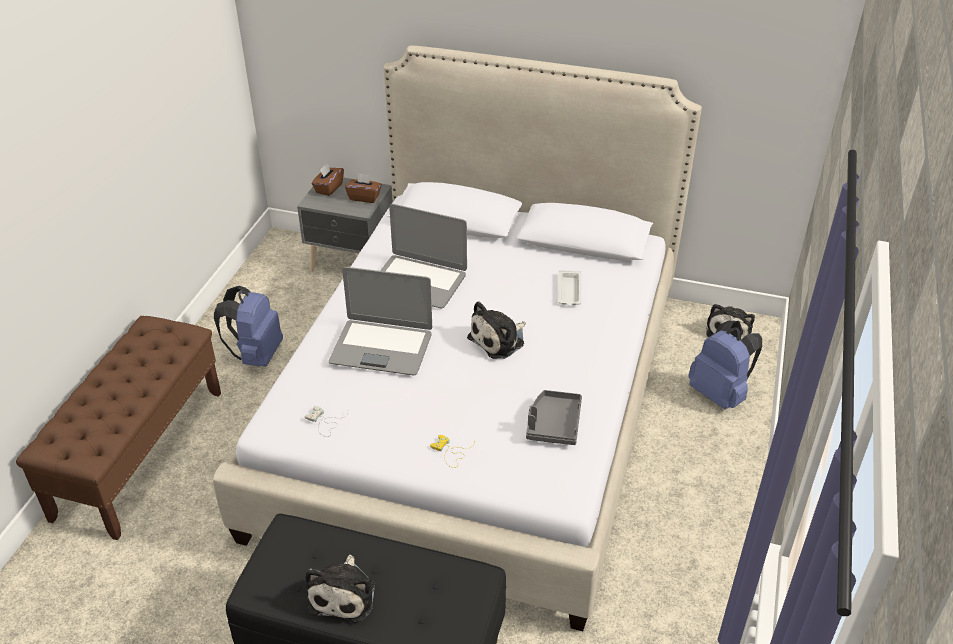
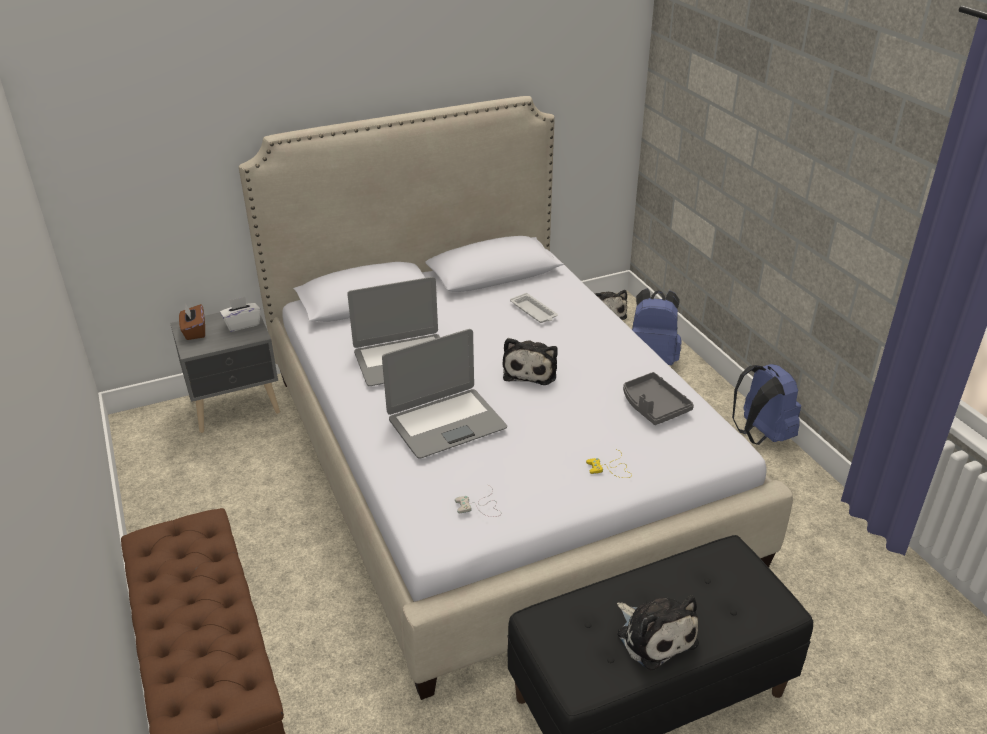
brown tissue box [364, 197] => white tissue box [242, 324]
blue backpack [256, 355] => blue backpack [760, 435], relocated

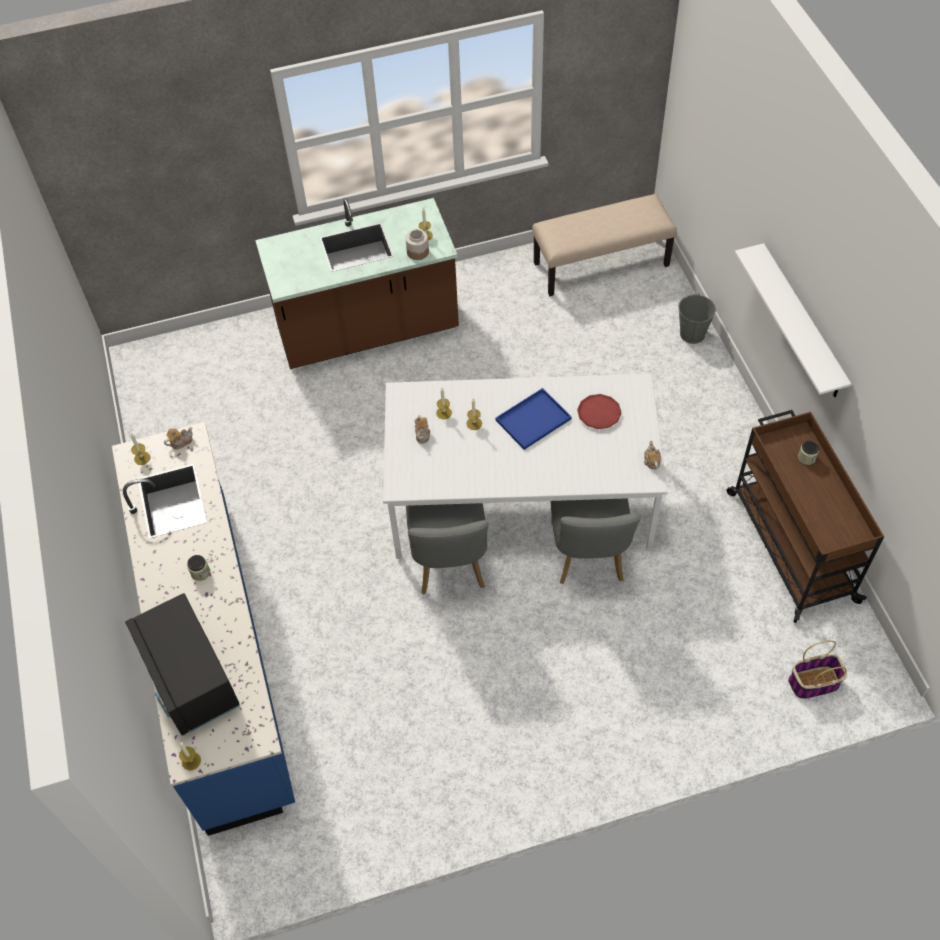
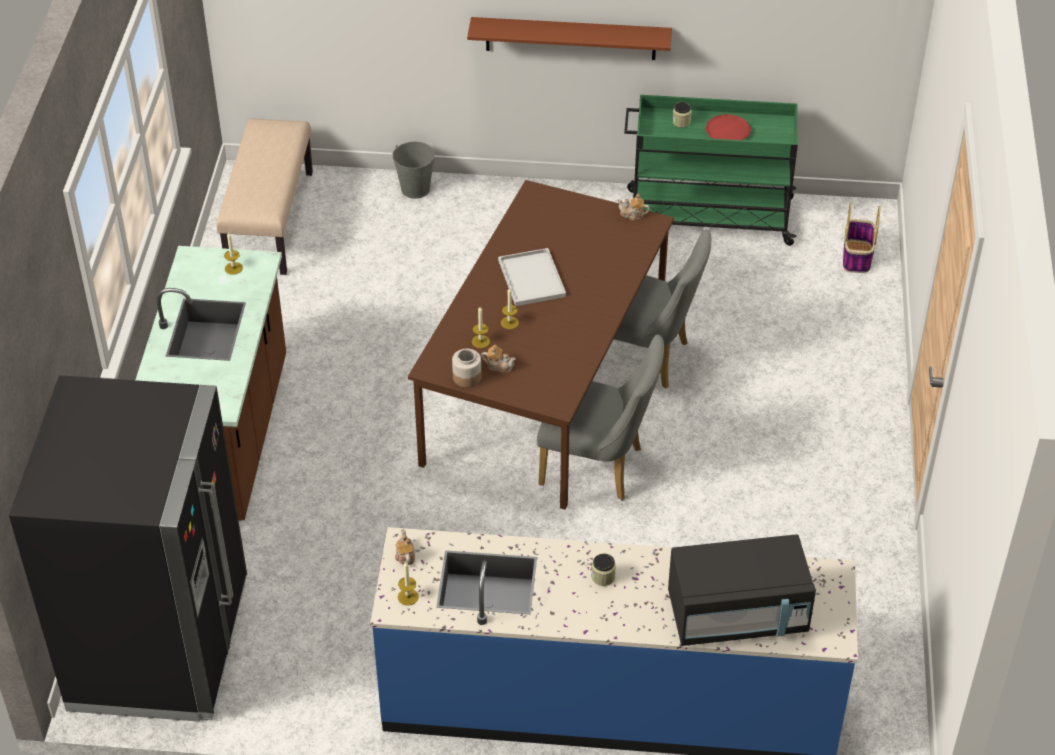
jar [417, 252] => jar [466, 377], relocated
white shelf [802, 323] => brown shelf [570, 38]
white dining table [520, 500] => brown dining table [546, 386]
blue tray [534, 418] => white tray [530, 277]
red plate [599, 413] => red plate [727, 132], relocated
brown cart [790, 544] => green cart [706, 217]
candle [191, 761] => nothing
nothing => black fridge [160, 646]

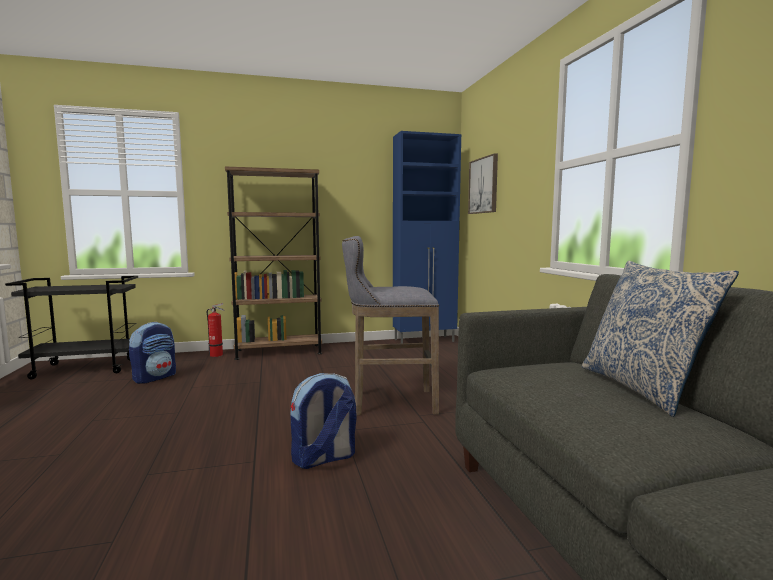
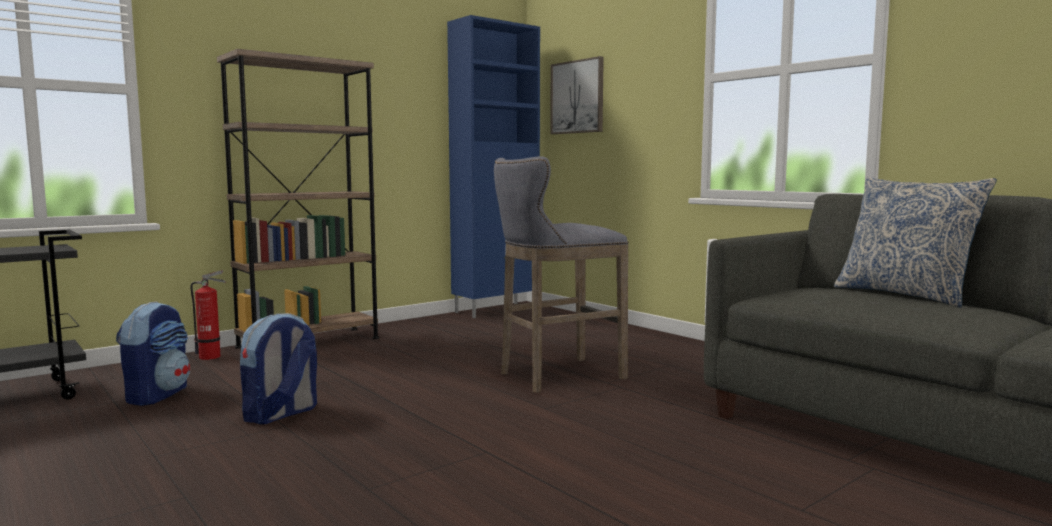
backpack [324, 458] => backpack [281, 414], relocated

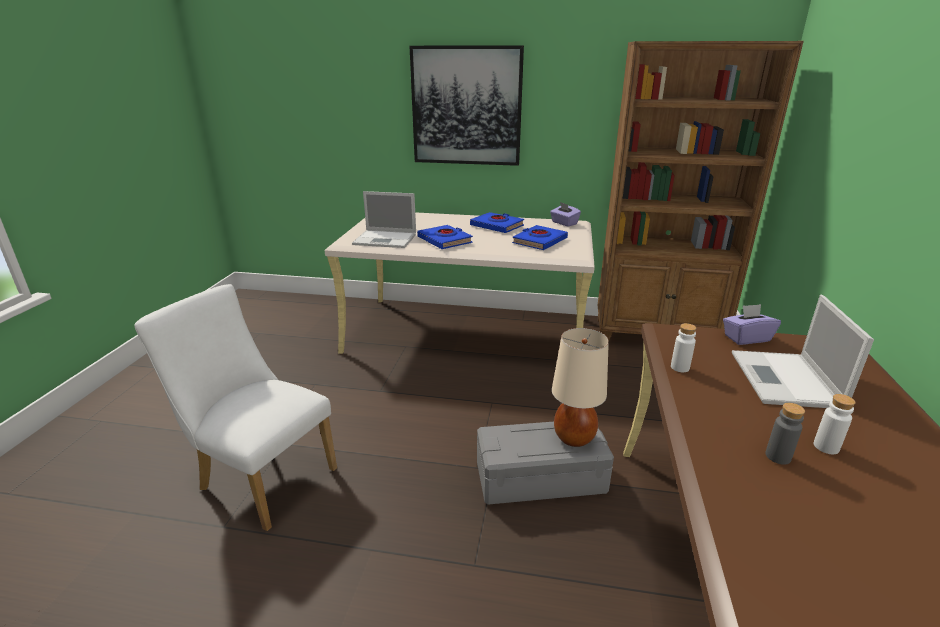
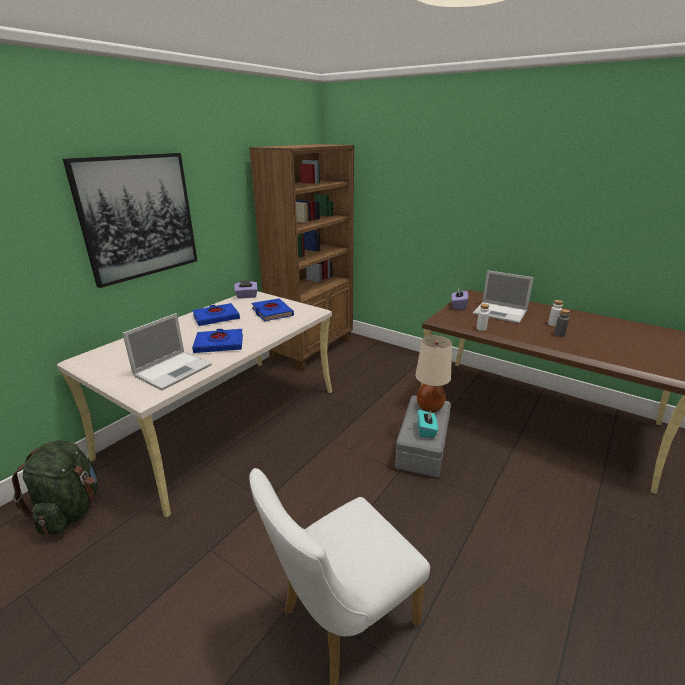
nothing => turquoise tissue box [426, 430]
nothing => green backpack [70, 510]

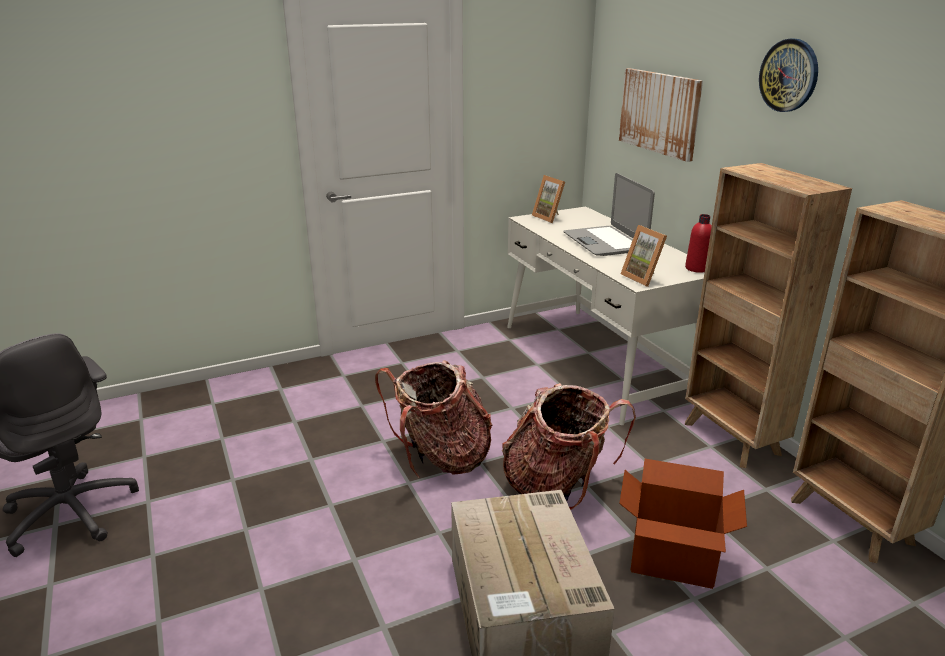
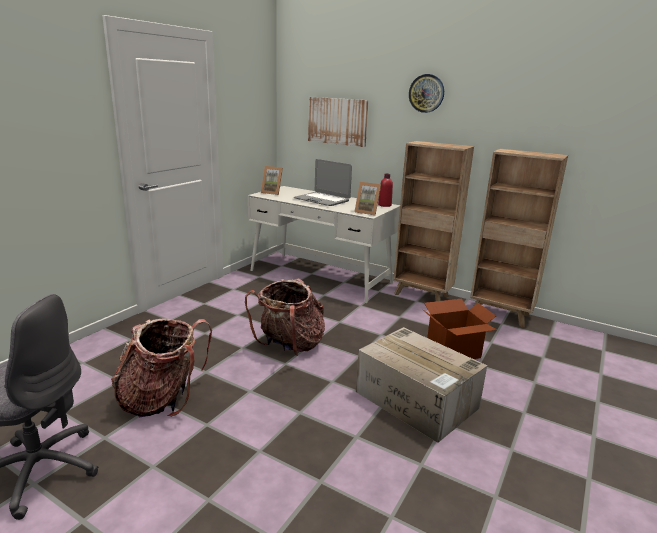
backpack [558, 485] => backpack [163, 399], relocated

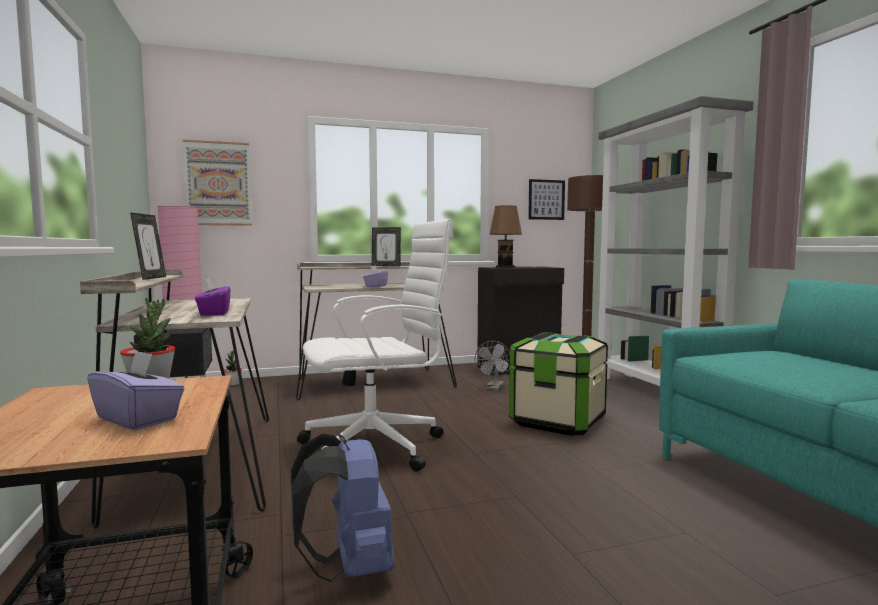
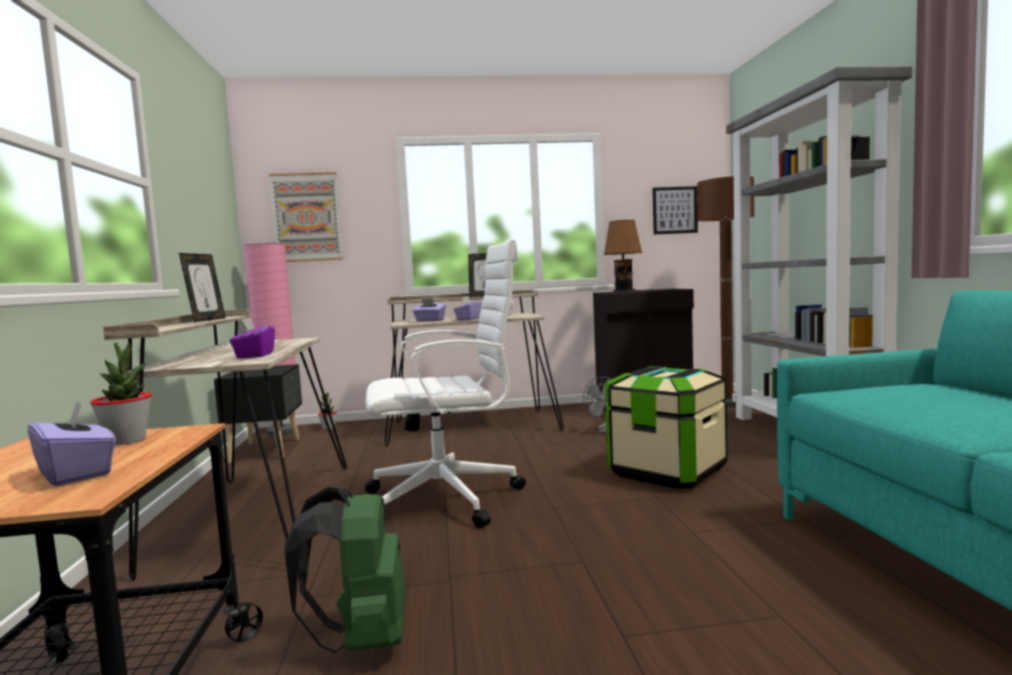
blue backpack [349, 568] => green backpack [362, 638]
nothing => purple tissue box [430, 321]

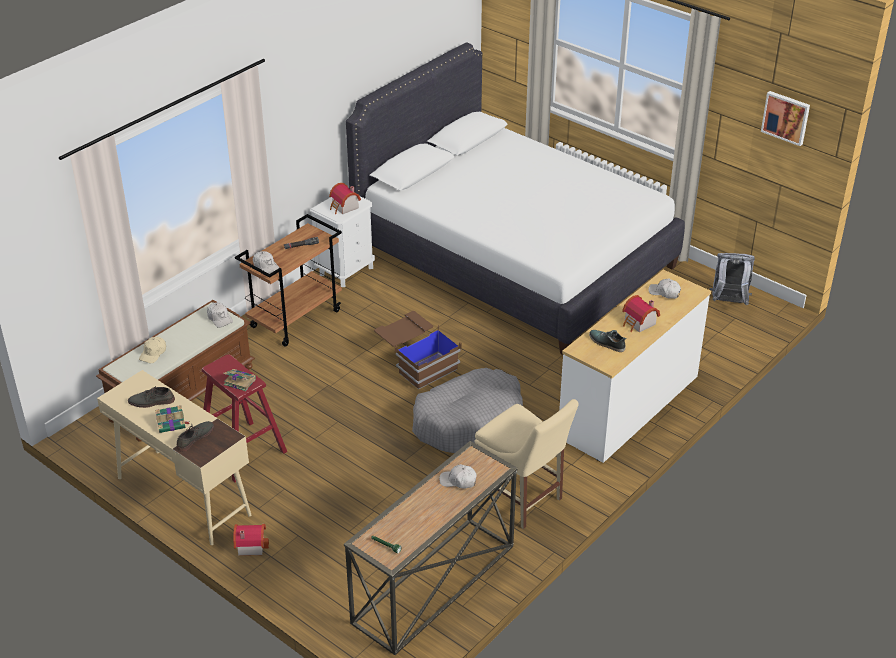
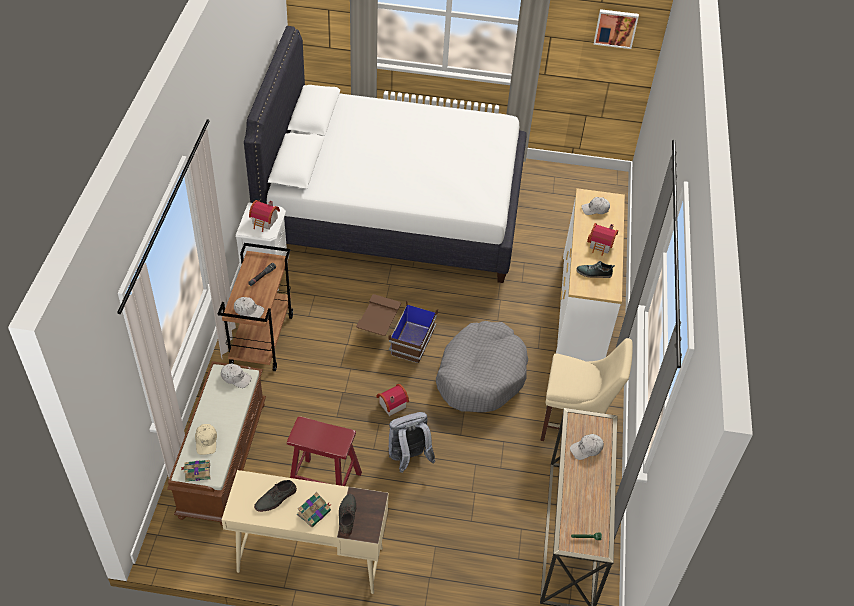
grey backpack [728, 302] => grey backpack [408, 458], relocated
book [239, 381] => book [197, 472], relocated
toy house [250, 545] => toy house [390, 404], relocated

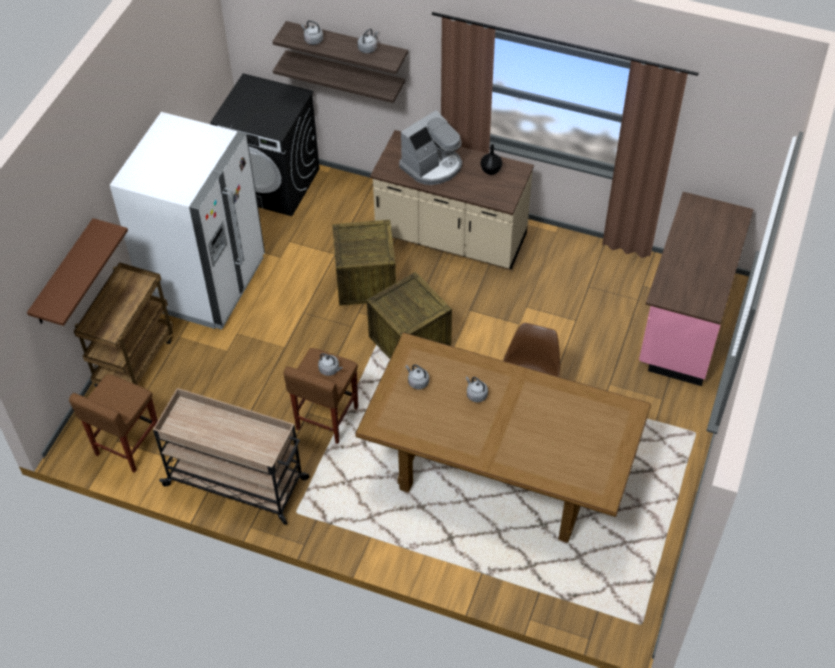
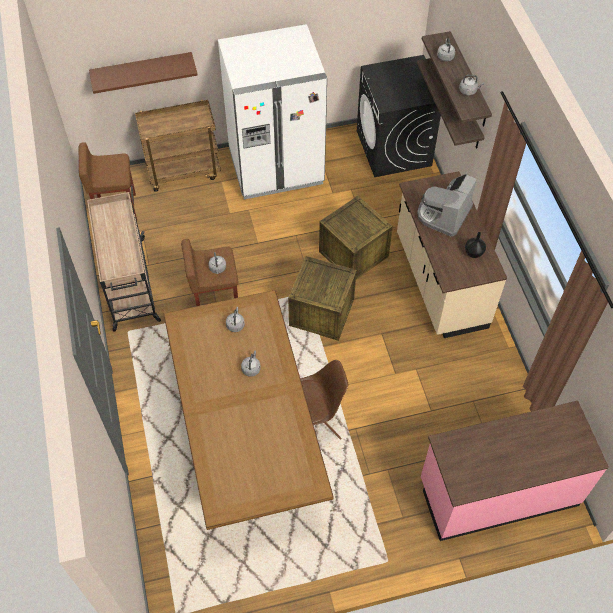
coffee machine [432, 166] => coffee machine [443, 214], 105 degrees clockwise

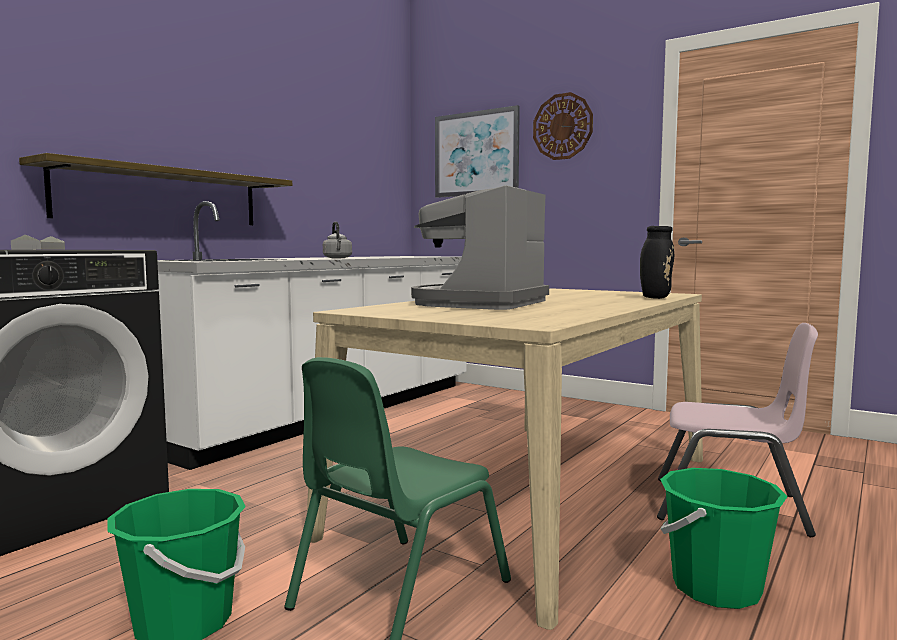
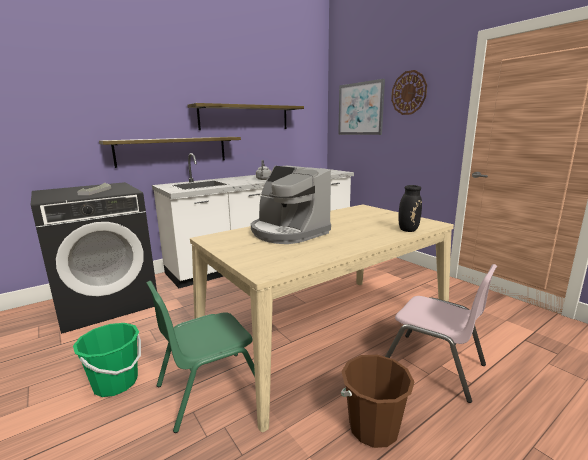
coffee machine [479, 304] => coffee machine [288, 232], 90 degrees counterclockwise
green bucket [716, 588] => brown bucket [373, 427]
nothing => shelf [245, 117]

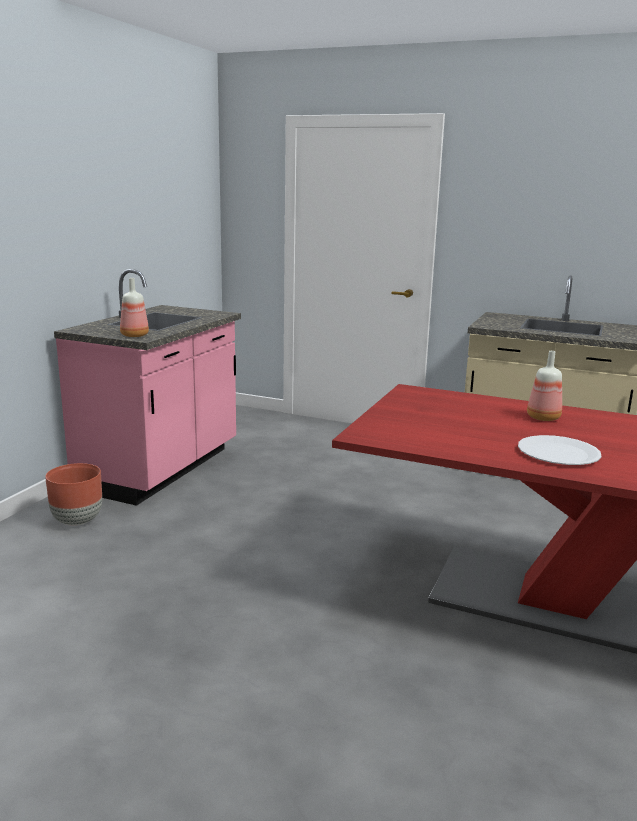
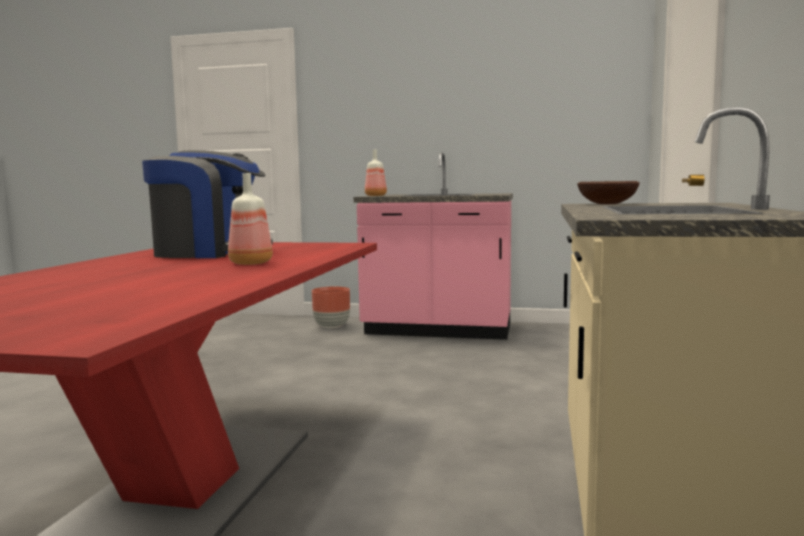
white plate [558, 453] => nothing
nothing => coffee machine [210, 252]
nothing => brown bowl [606, 204]

